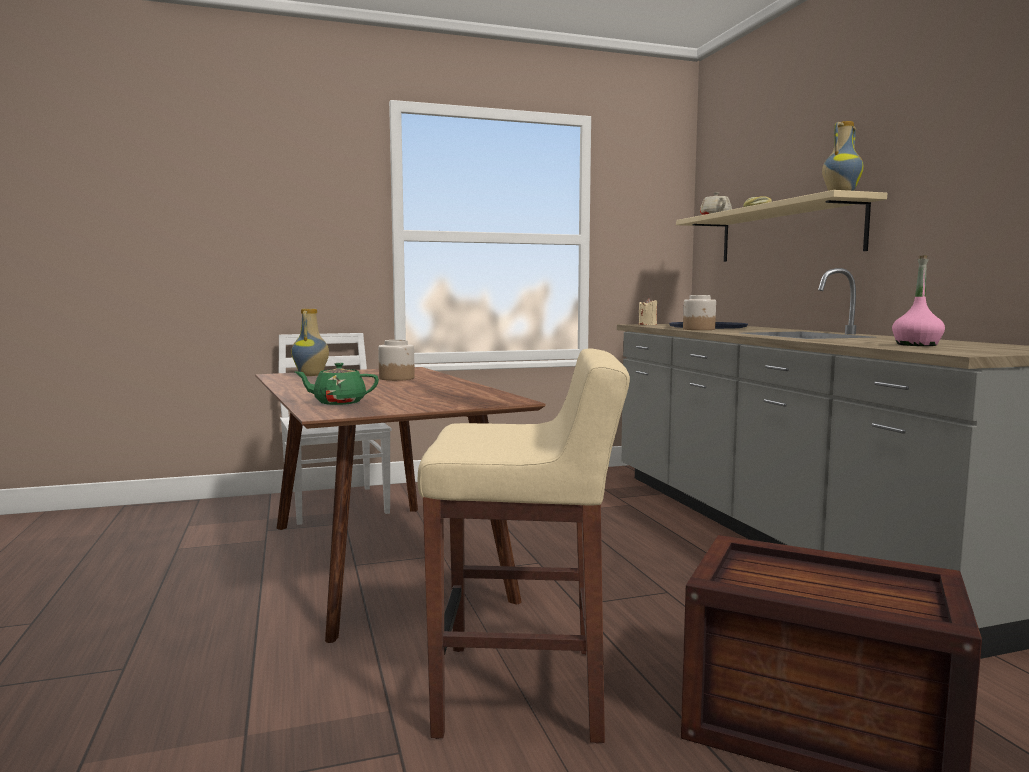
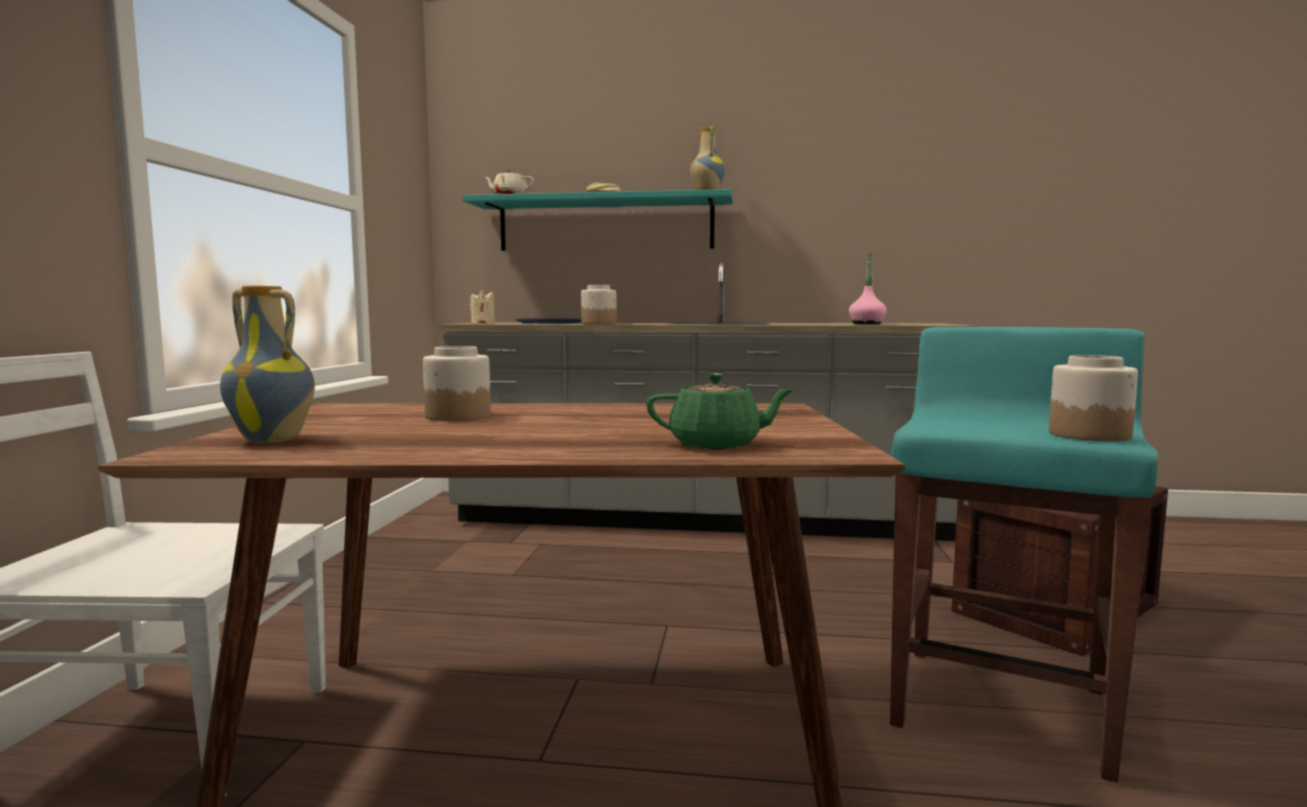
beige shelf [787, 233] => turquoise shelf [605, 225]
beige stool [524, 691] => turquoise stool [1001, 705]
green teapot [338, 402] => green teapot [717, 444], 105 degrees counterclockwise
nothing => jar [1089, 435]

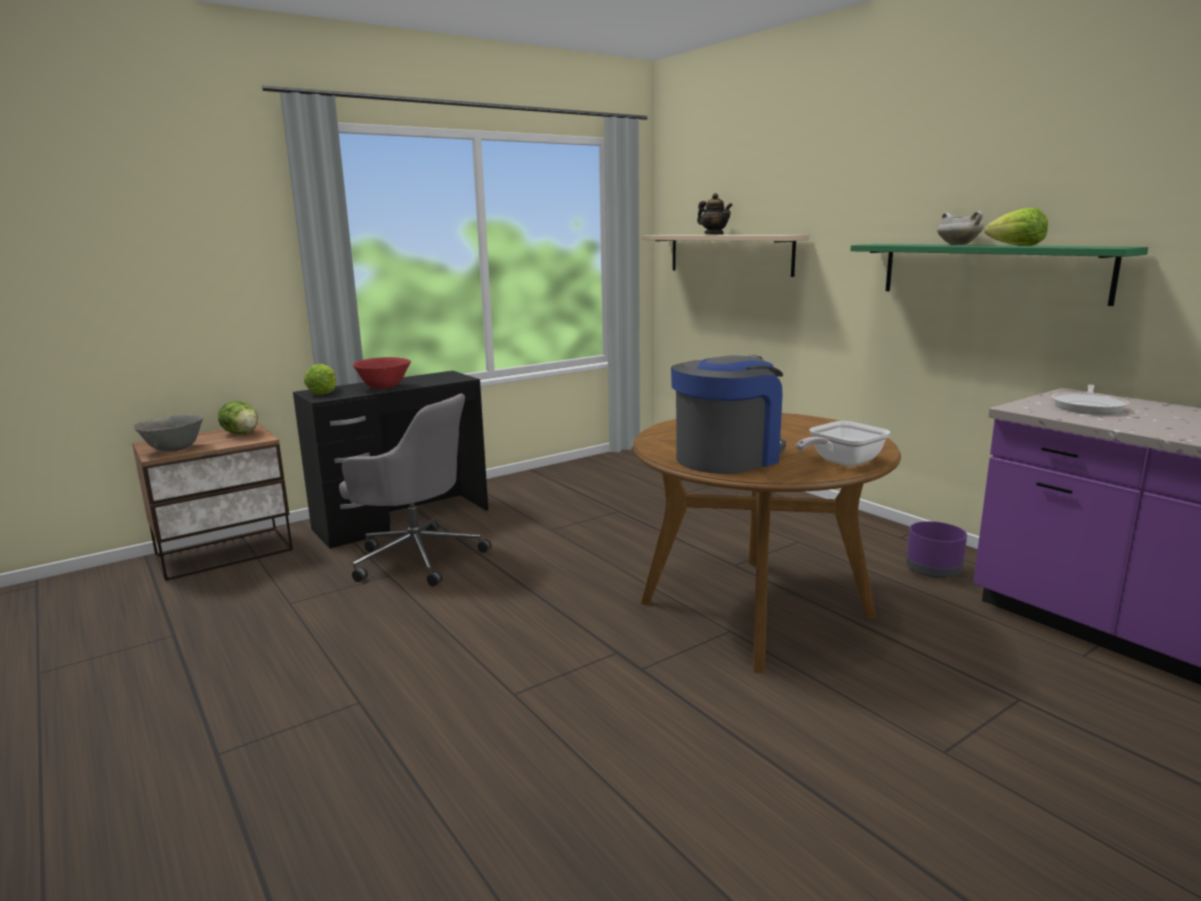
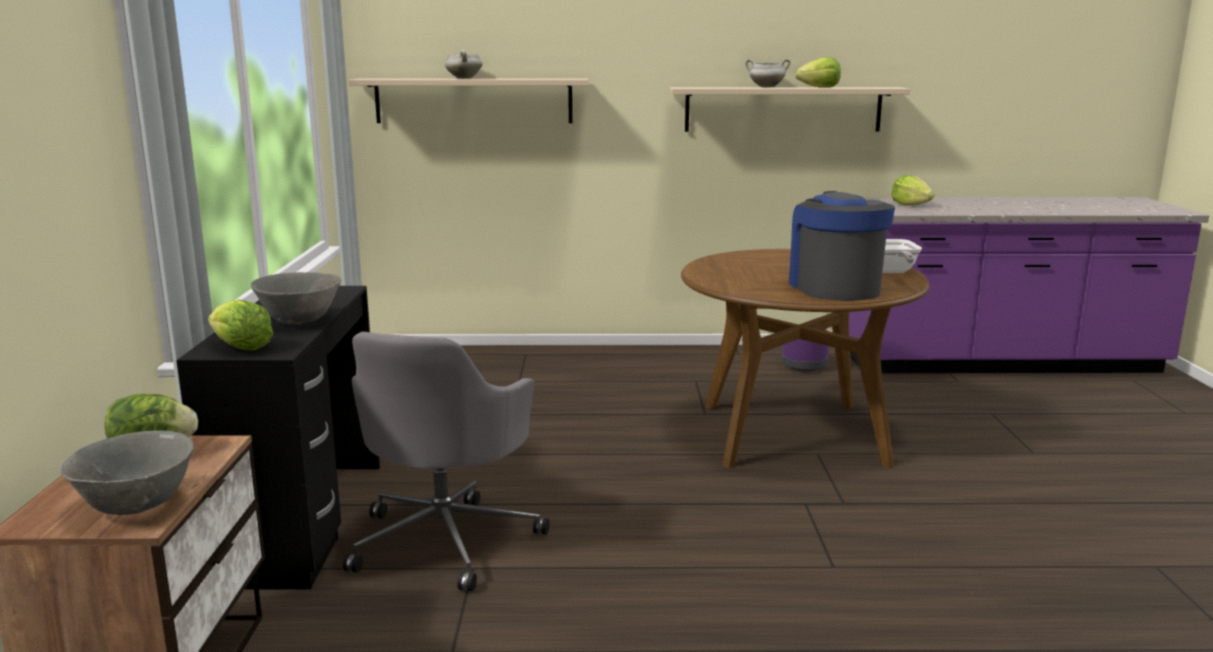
teapot [714, 234] => white cooking pot [463, 78]
green shelf [989, 271] => beige shelf [783, 109]
red bowl [384, 388] => grey bowl [299, 321]
frying pan [1089, 406] => lettuce [911, 205]
grey office chair [416, 557] => grey office chair [446, 539], 135 degrees clockwise

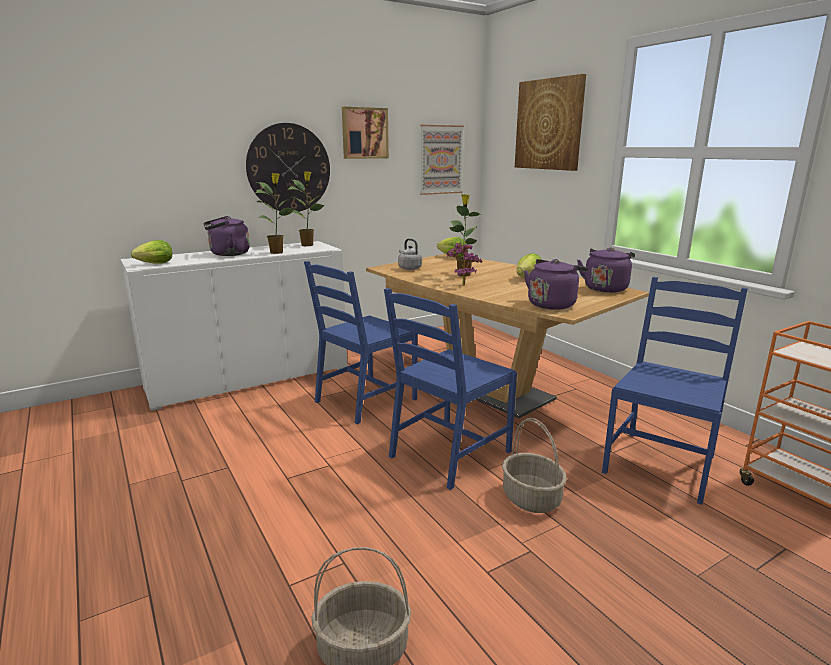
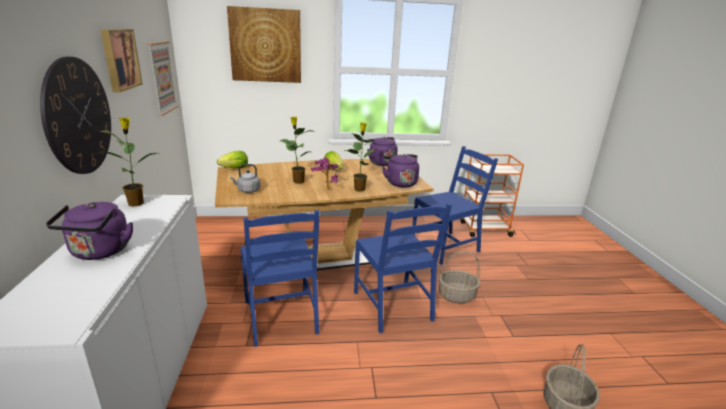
potted plant [277, 252] => potted plant [359, 189], relocated
lettuce [153, 264] => nothing
blue chair [660, 464] => blue chair [445, 246], 90 degrees clockwise

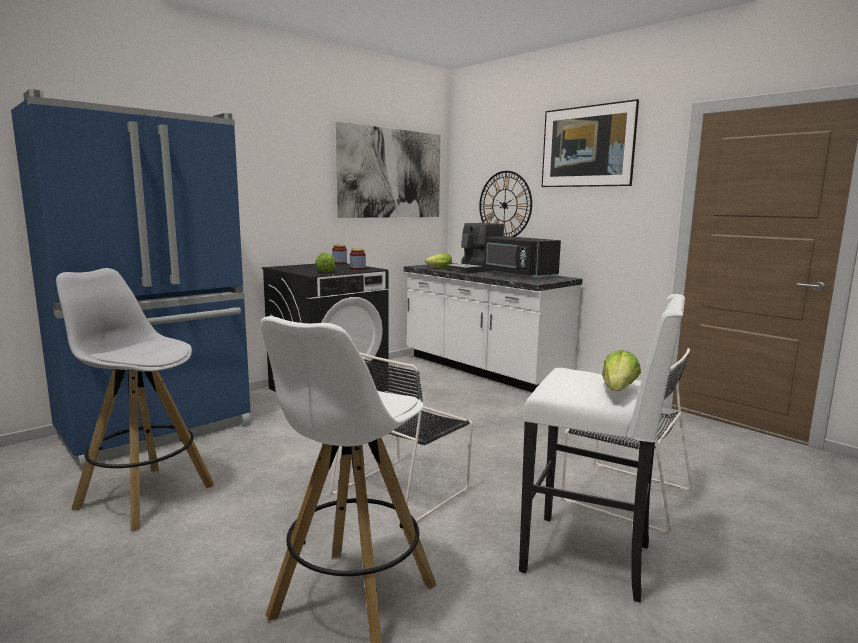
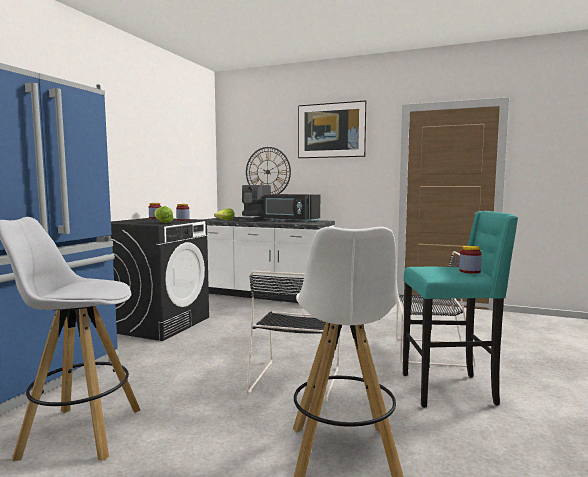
picture [390, 173] => nothing
white stool [590, 558] => turquoise stool [450, 389]
lettuce [618, 390] => jar [469, 271]

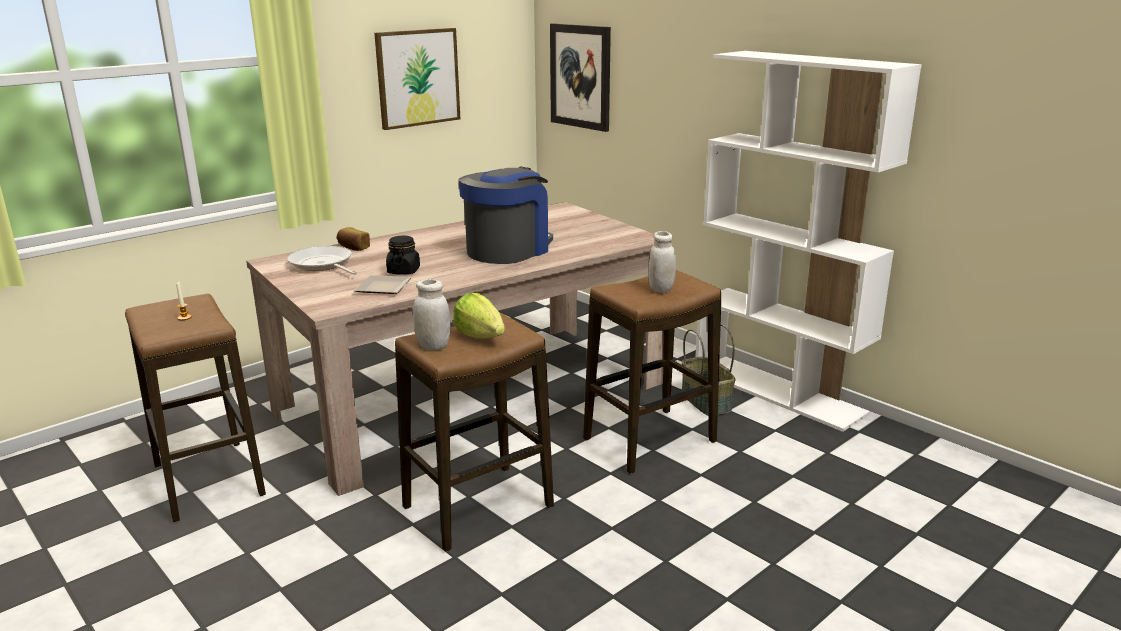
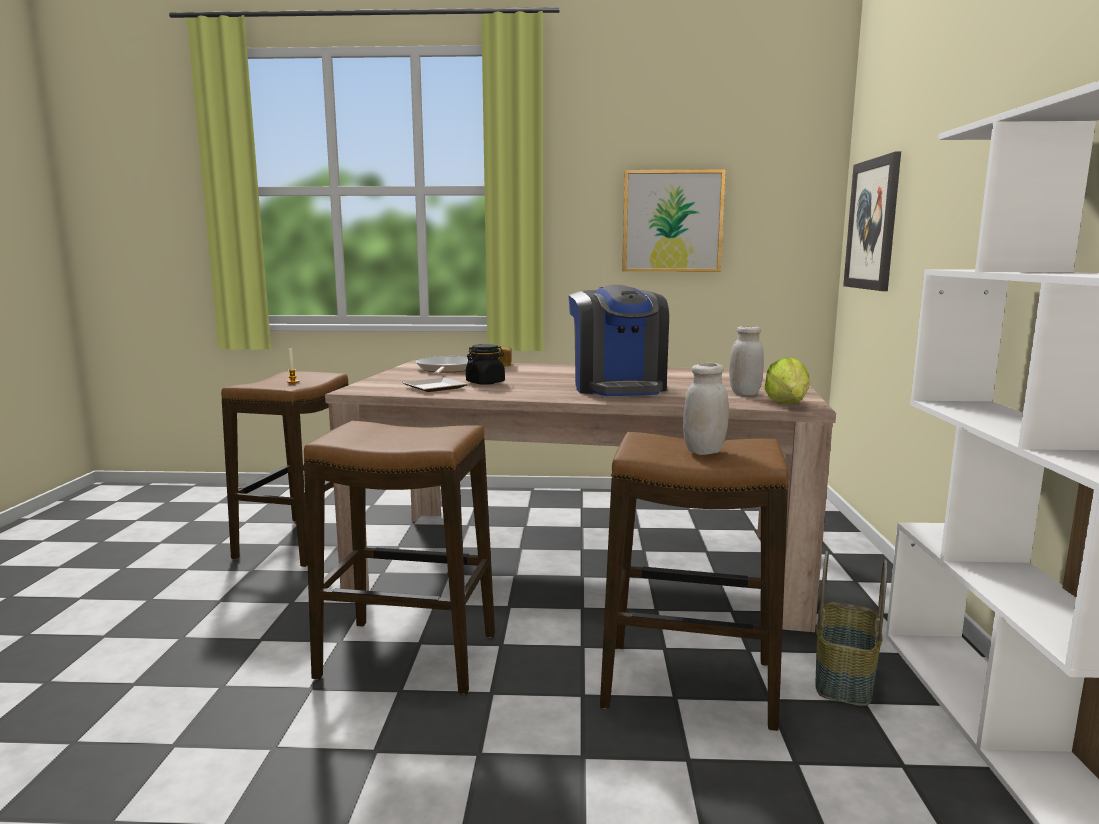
coffee machine [508, 250] => coffee machine [618, 387], 90 degrees clockwise
white jar [433, 346] => white jar [744, 393], relocated
lettuce [480, 336] => lettuce [788, 404], relocated

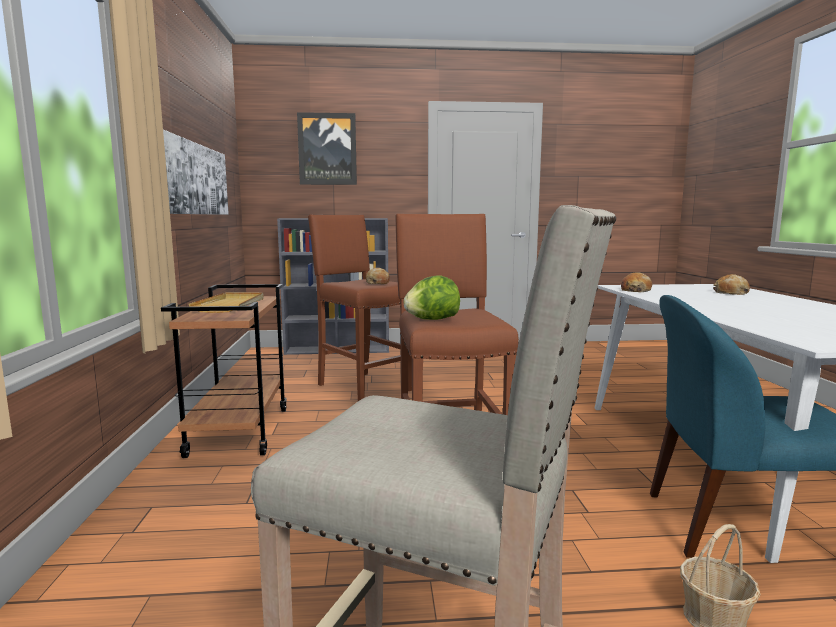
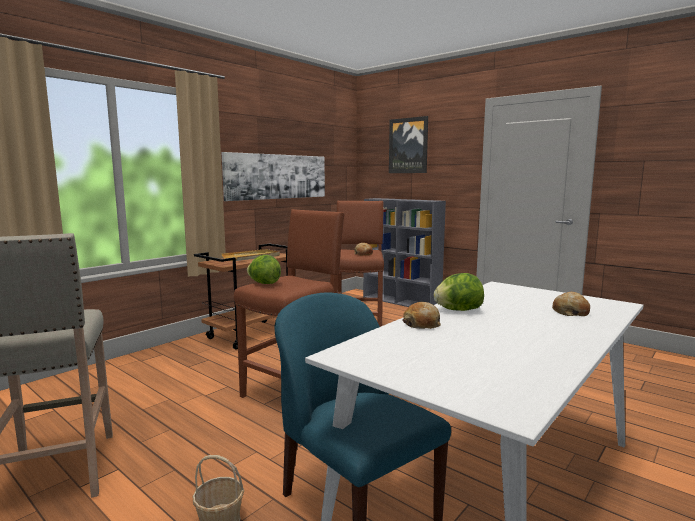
bread [635, 290] => bread [422, 324], relocated
nothing => lettuce [458, 310]

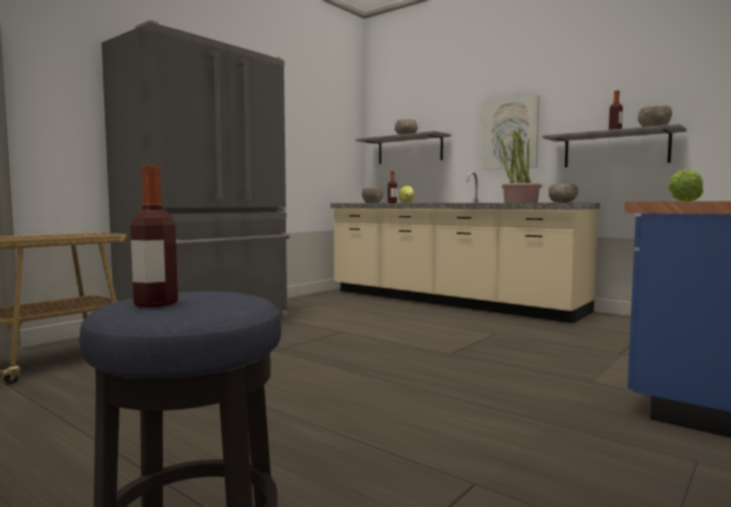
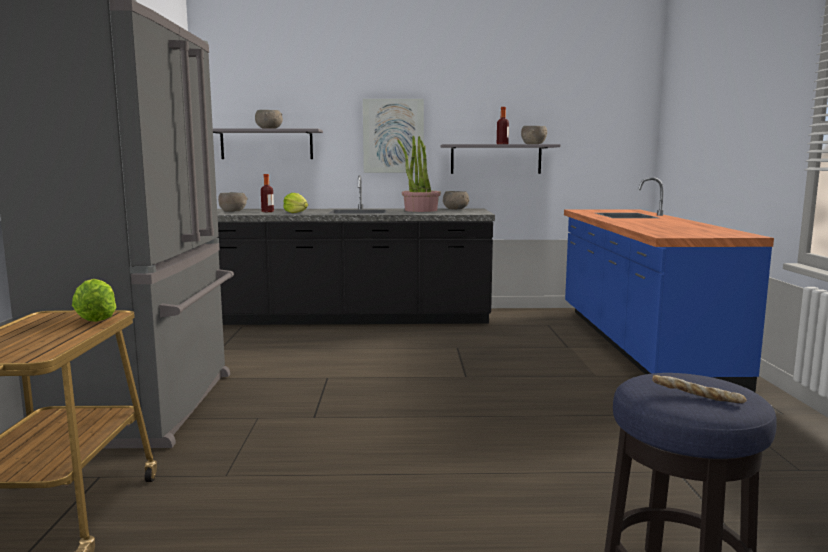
bottle [155, 303] => bread [697, 398]
lettuce [682, 201] => lettuce [97, 318], relocated
beige counter [449, 301] => black counter [347, 318]

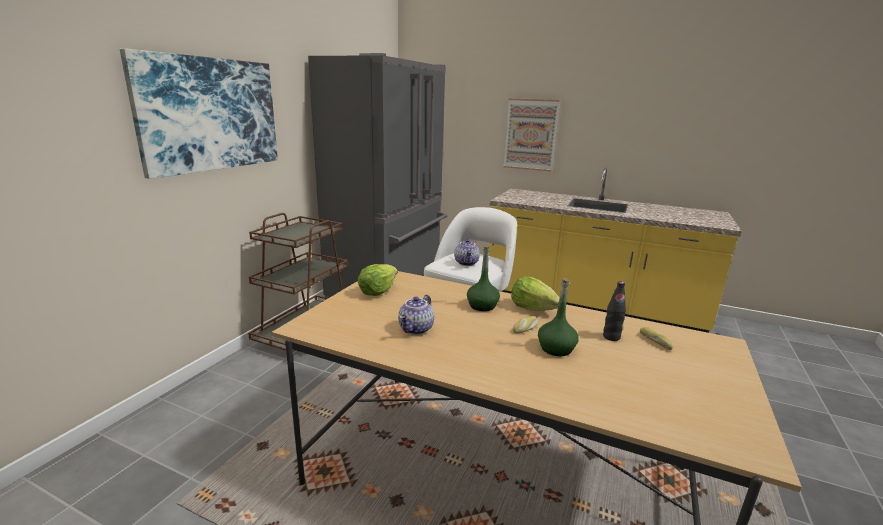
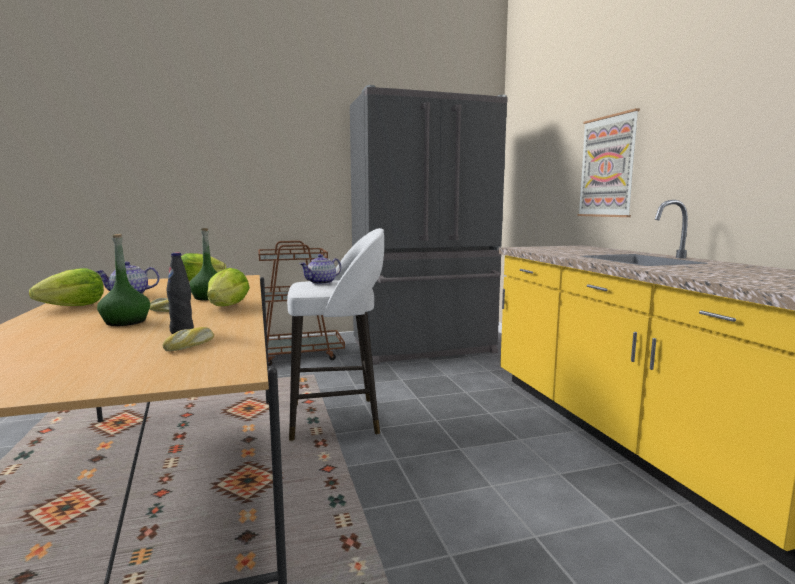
picture [210, 114] => nothing
nothing => lettuce [74, 307]

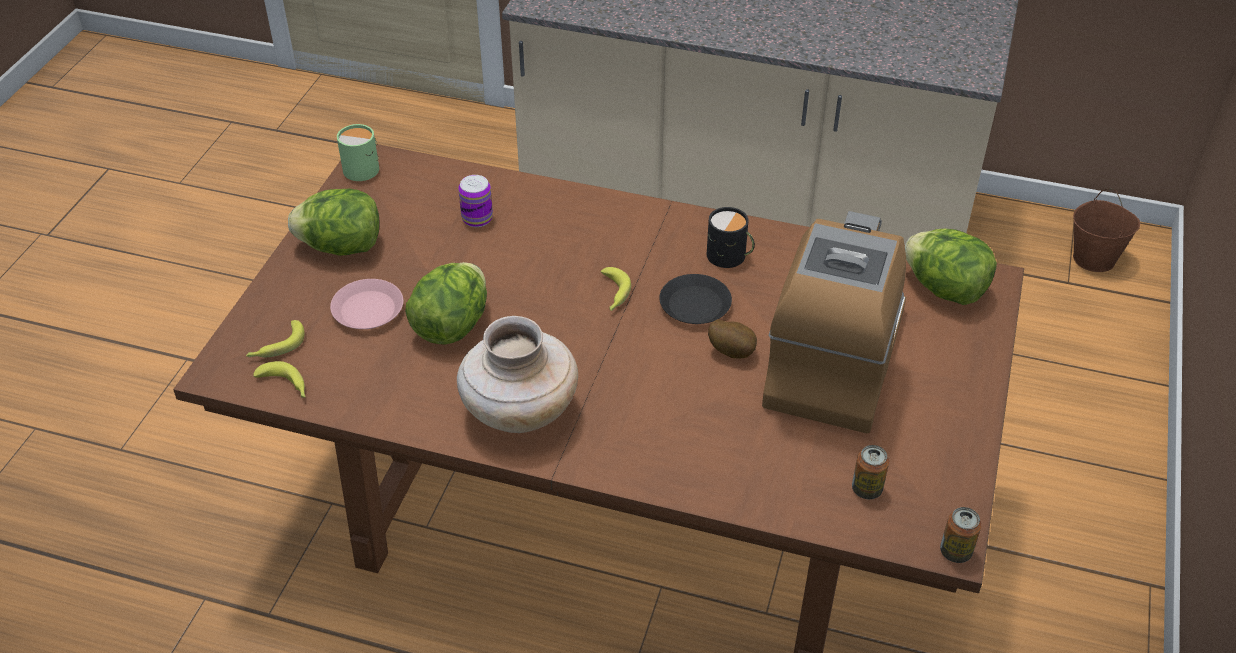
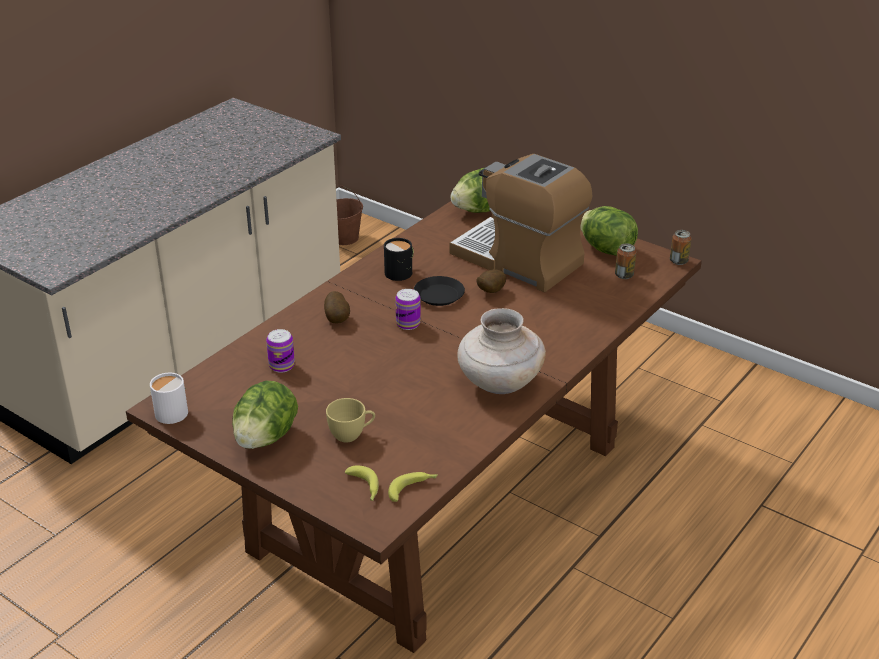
green mug [363, 167] => white mug [168, 411]
lettuce [452, 326] => lettuce [606, 249], relocated
banana [613, 294] => can [408, 324]
pink plate [368, 310] => yellow cup [352, 435]
nothing => potato [337, 319]

